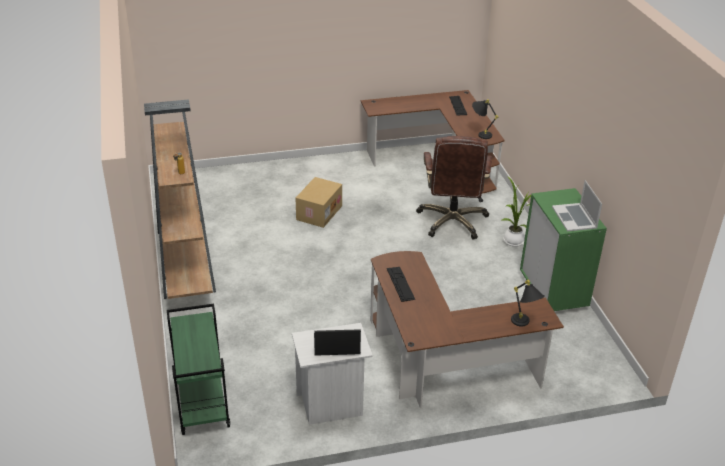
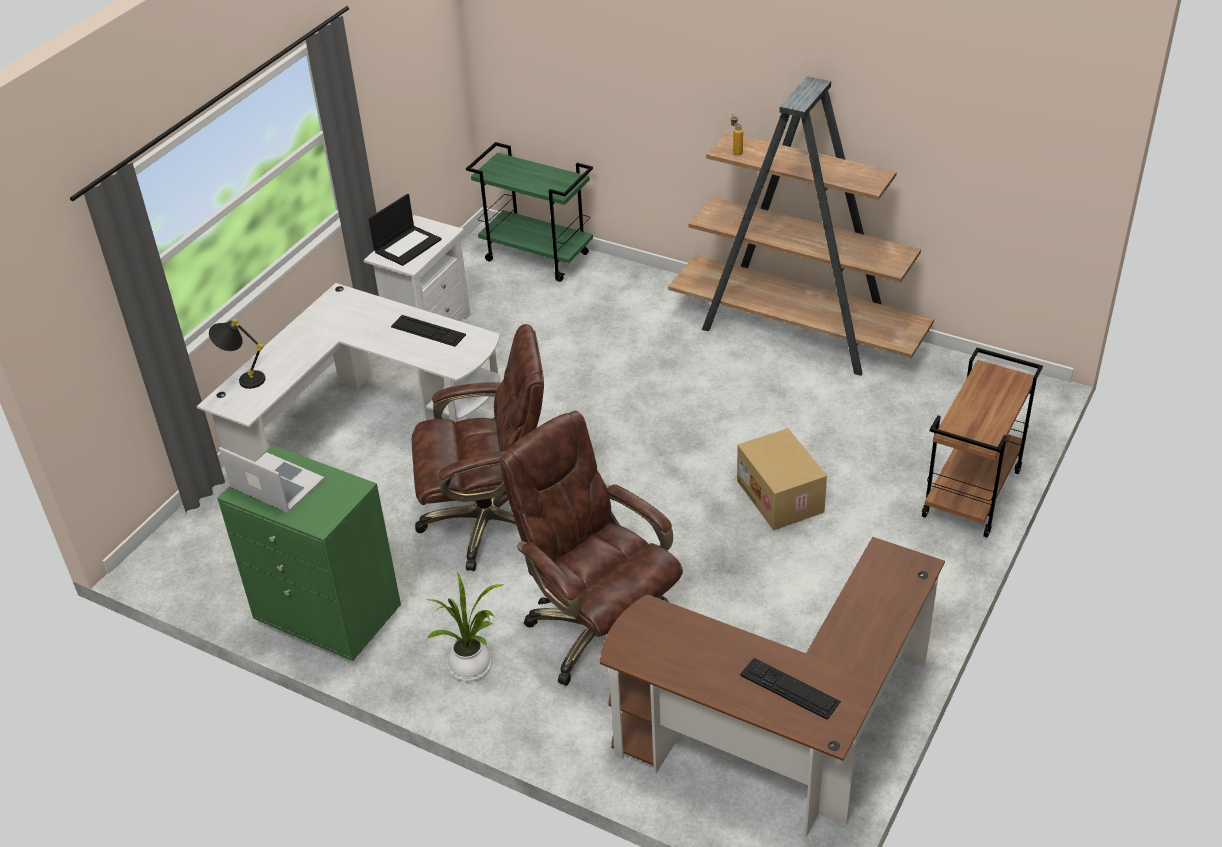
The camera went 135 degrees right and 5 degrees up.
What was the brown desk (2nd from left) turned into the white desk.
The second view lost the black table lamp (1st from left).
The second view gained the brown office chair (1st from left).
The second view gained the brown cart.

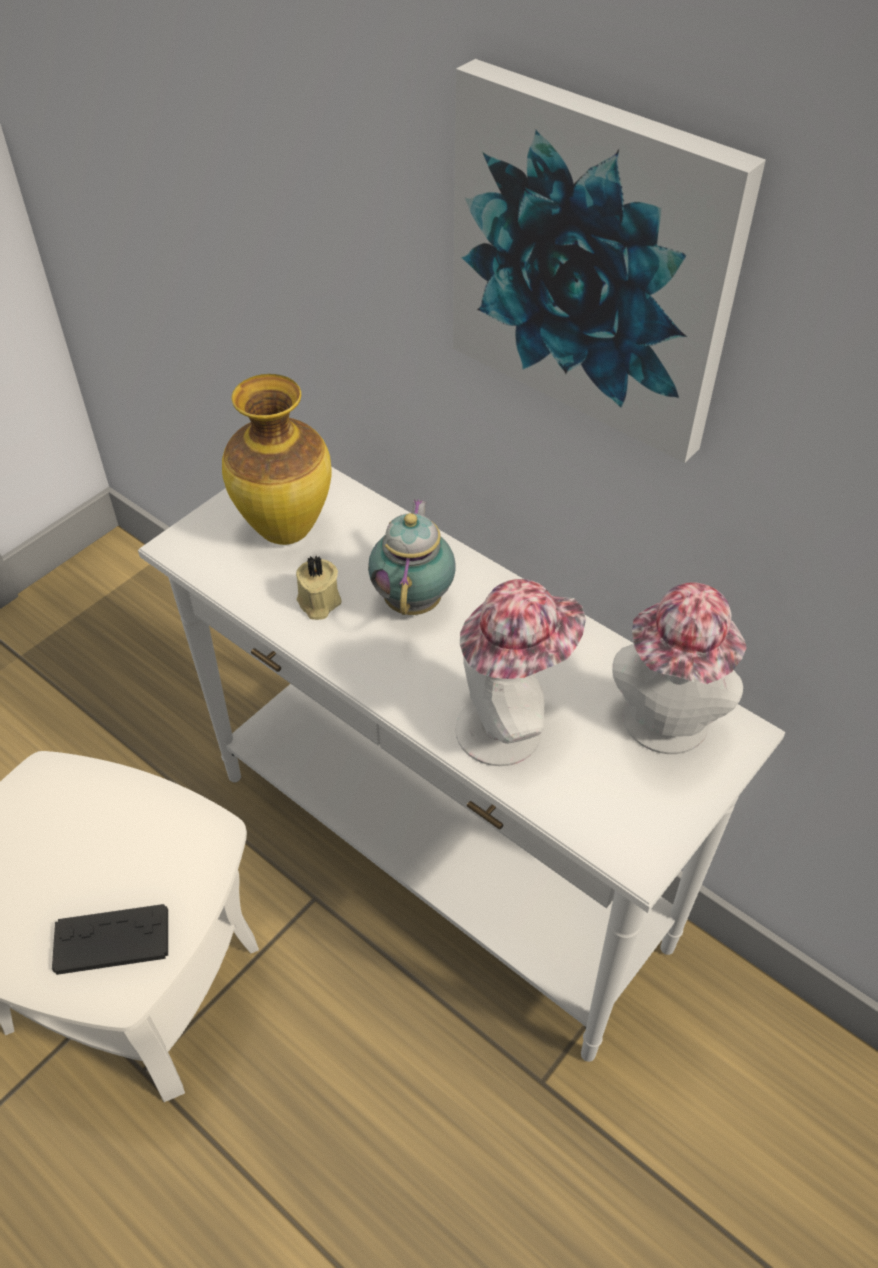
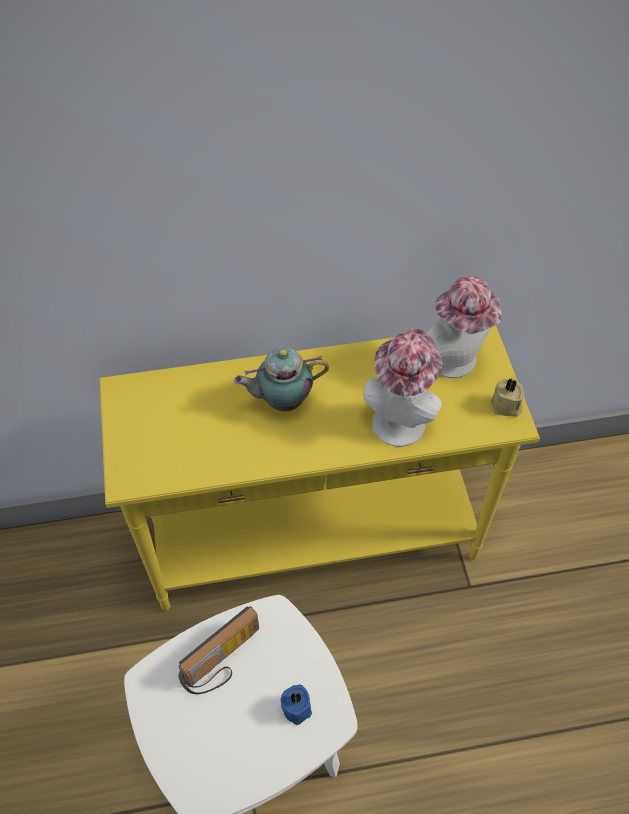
The camera went 50 degrees left and 5 degrees up.
Where the black game controller stood, the blue candle came to stand.
What was the white console table turned into the yellow console table.
The second view lost the vase.
The beige candle ended up elsewhere.
The teapot ended up facing another way, 60 degrees counterclockwise from before.
The second view lost the picture.
The second view gained the radio.

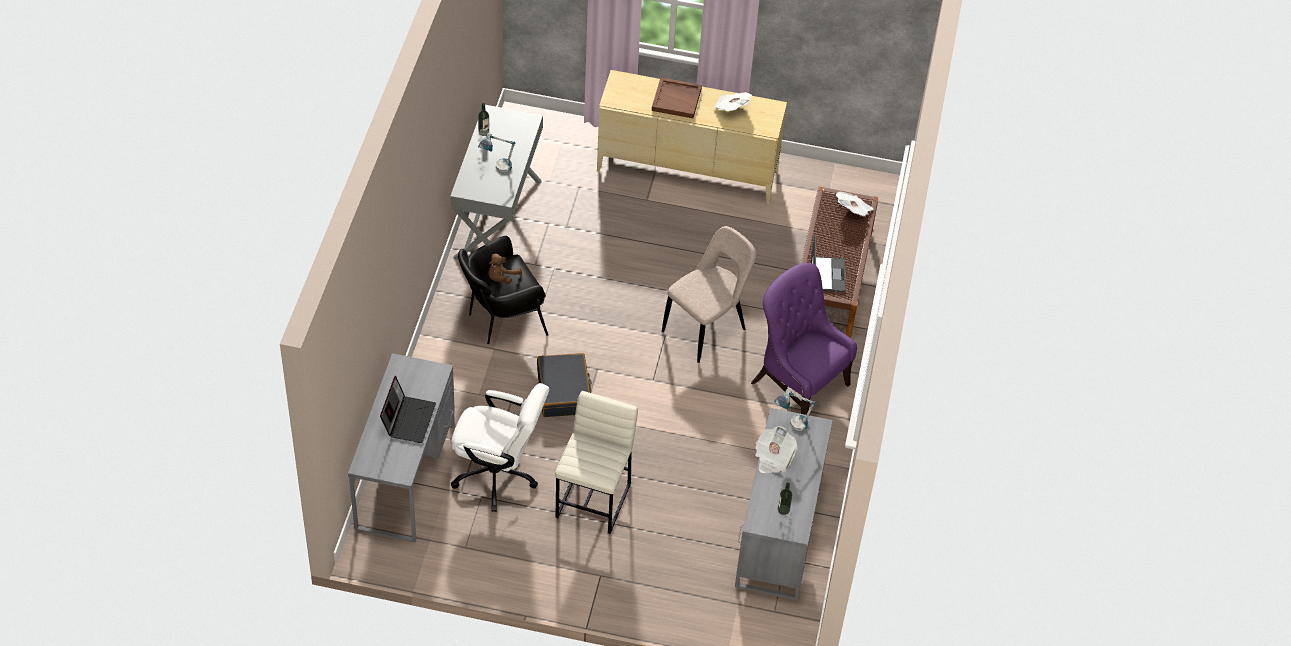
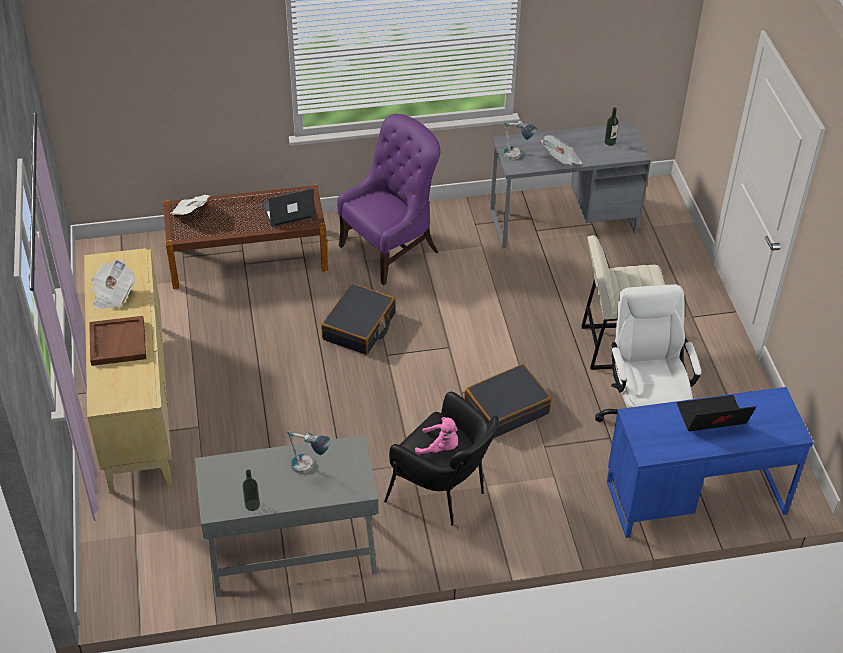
The camera went 110 degrees left and 5 degrees down.
What was the grey desk (1st from left) turned into the blue desk.
What was the brown plush toy turned into the pink plush toy.
Where the beige chair (2nd from left) stood, the black suitcase (1st from left) came to stand.
The purple chair ended up facing another way, 150 degrees counterclockwise from before.

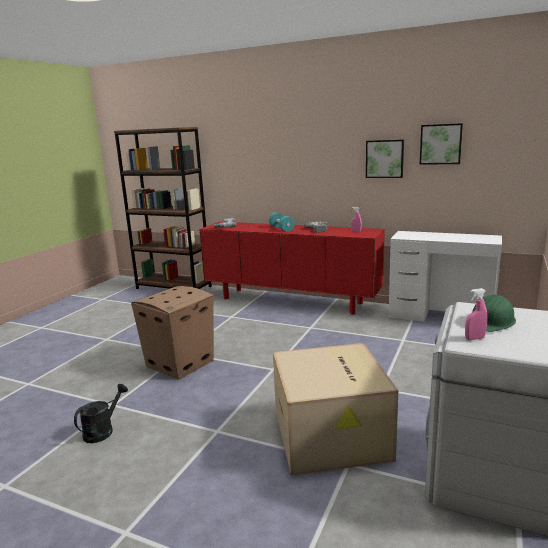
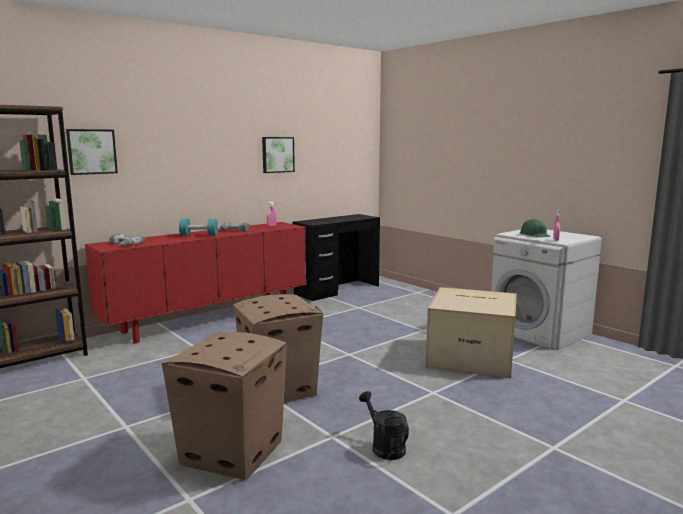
The camera went 65 degrees left and 5 degrees down.
What was the white desk turned into the black desk.
The picture (2nd from left in the first image) ended up elsewhere.
The second view gained the cardboard box (1st from left).

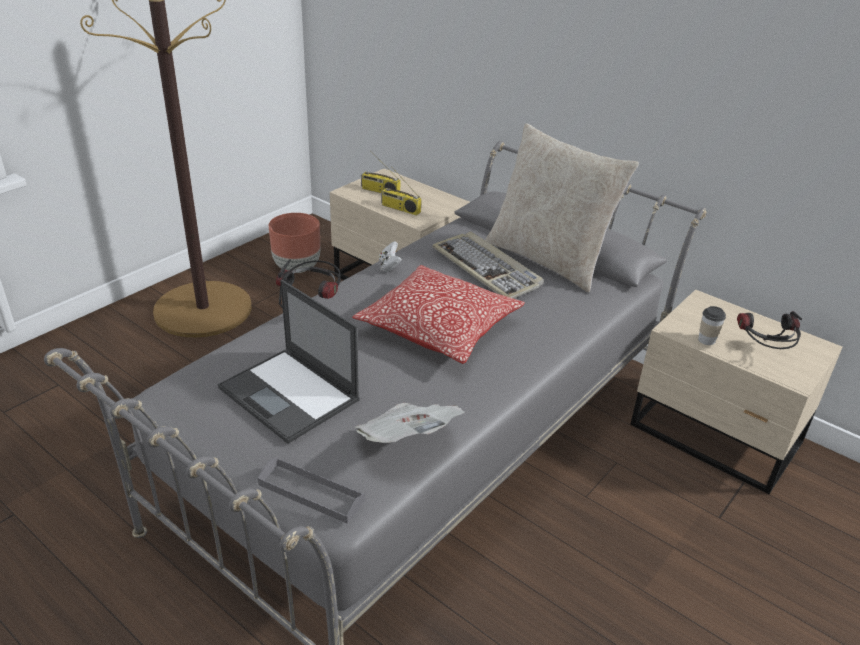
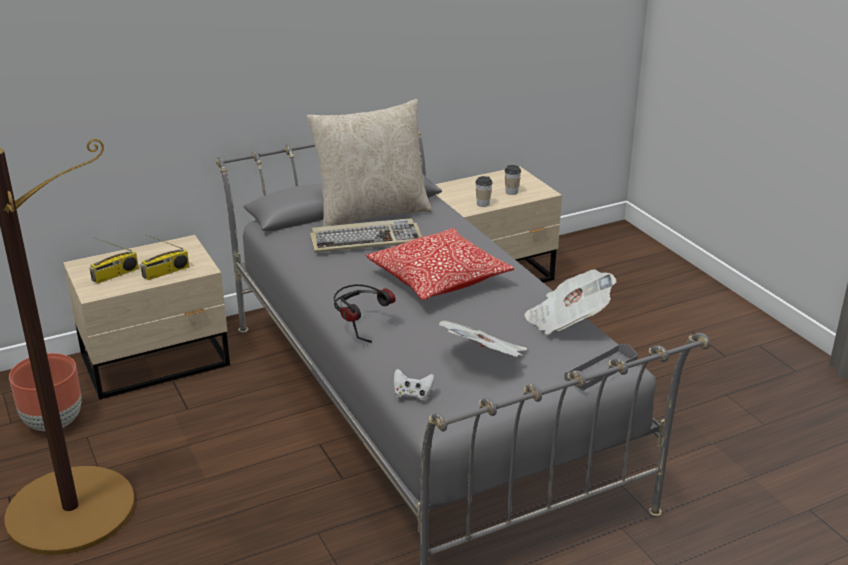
The camera went 65 degrees left and 5 degrees down.
Where the laptop stood, the newspaper (1st from left) came to stand.
The white game controller ended up elsewhere.
Where the headphones (2nd from left) stood, the cup (2nd from left) came to stand.

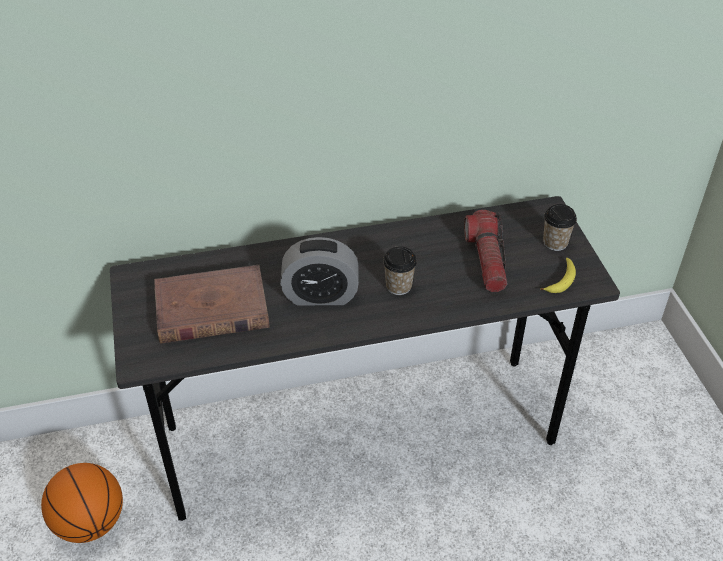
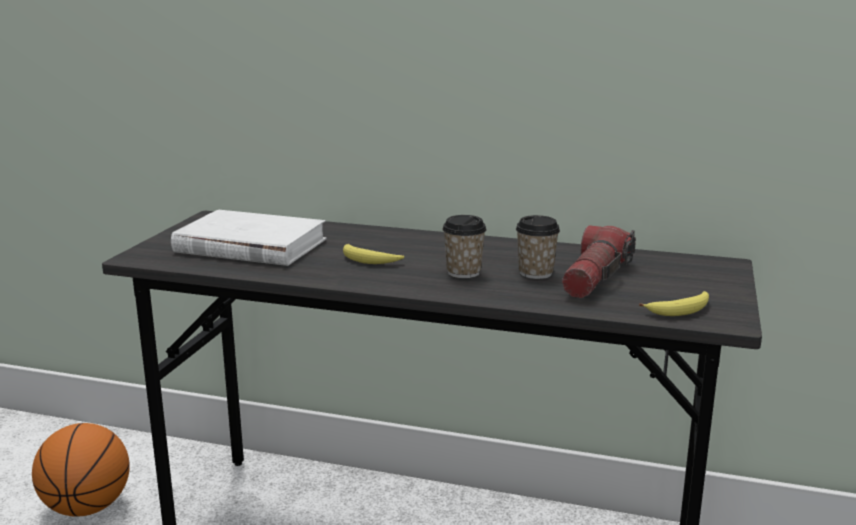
The camera went 30 degrees right and 25 degrees down.
What was the brown book turned into the white book.
Where the alarm clock stood, the banana (1st from left) came to stand.
The cup (2nd from left) ended up elsewhere.

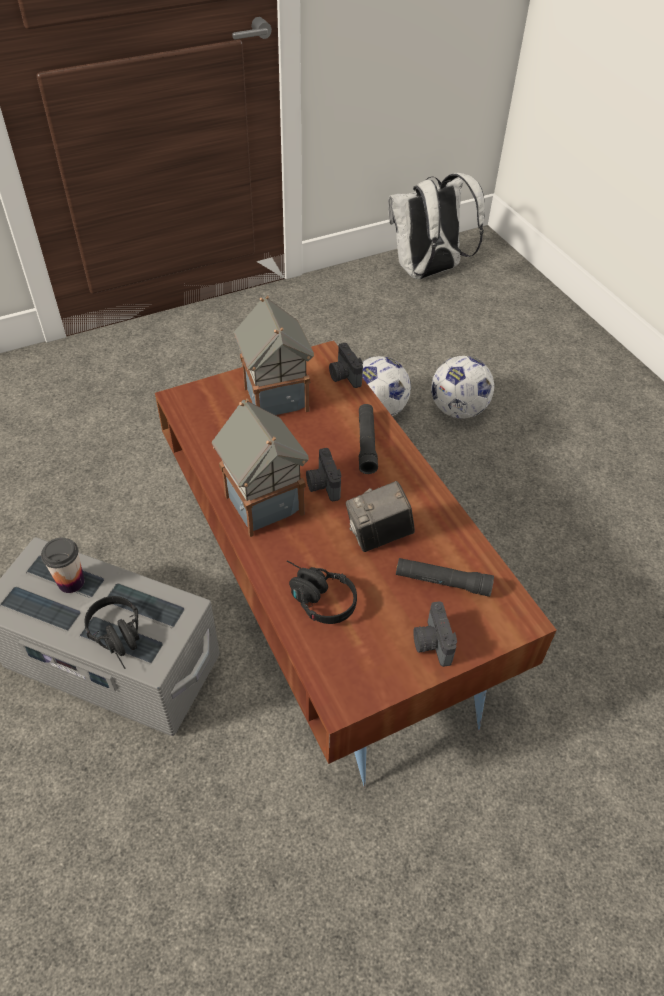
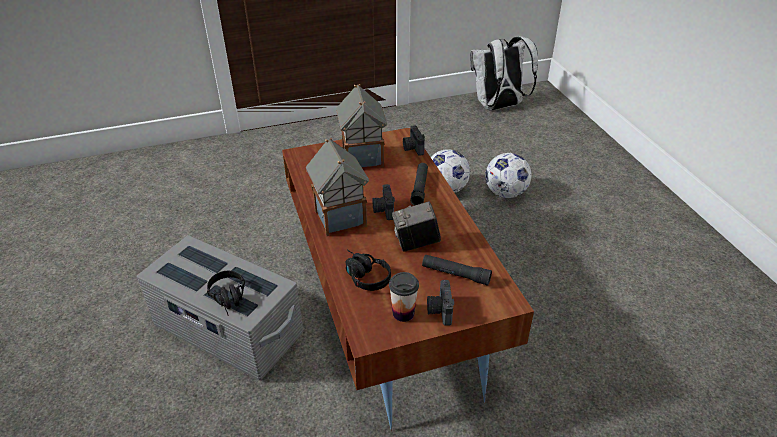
The camera went 10 degrees right and 10 degrees down.
The cup ended up elsewhere.

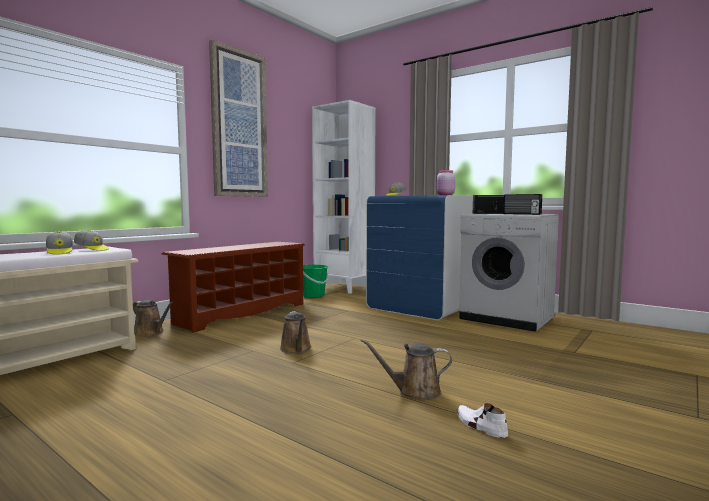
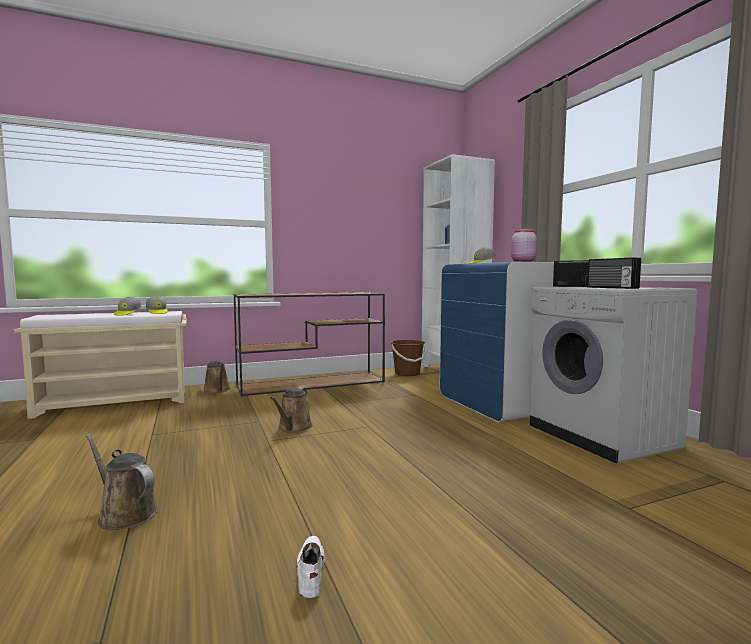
The camera went 30 degrees right and 0 degrees up.
Where the brown shoe rack stood, the brown console table came to stand.
The second view lost the picture.
What was the green bucket turned into the brown bucket.
The brown watering can (3rd from left in the first image) ended up elsewhere.

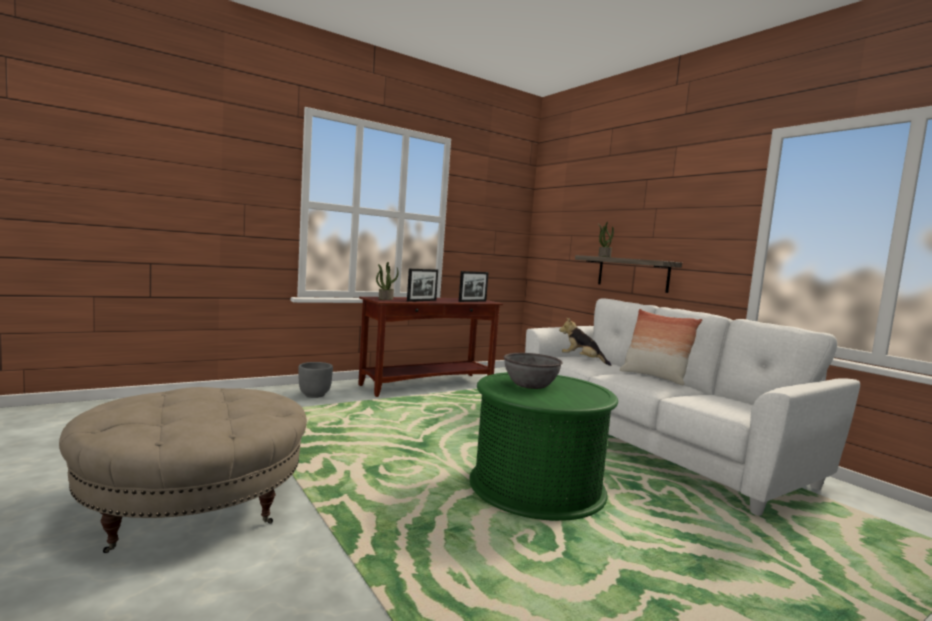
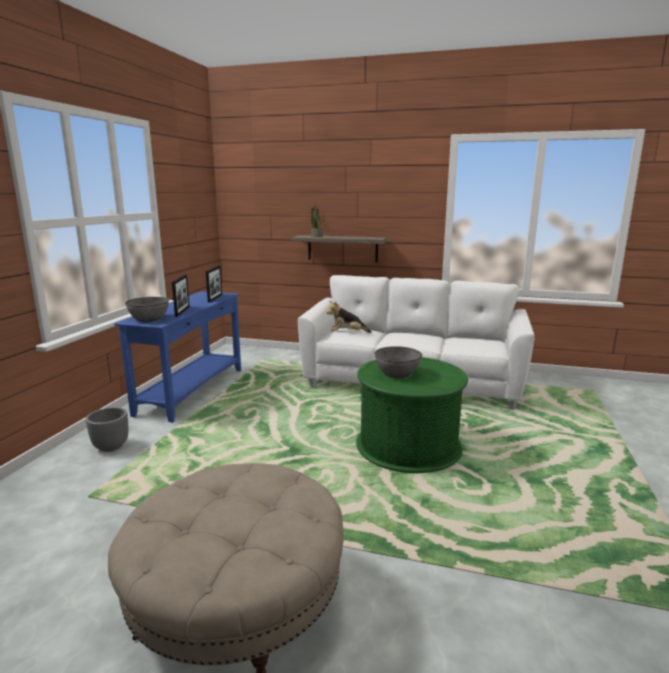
The camera went 40 degrees left and 10 degrees up.
What was the brown console table turned into the blue console table.
Where the potted plant (1st from left) stood, the grey bowl (1st from left) came to stand.
The second view lost the pillow.

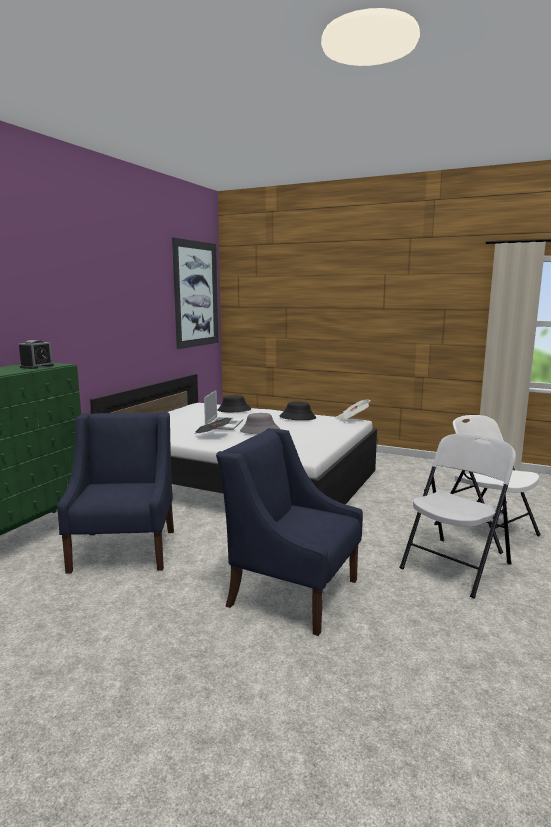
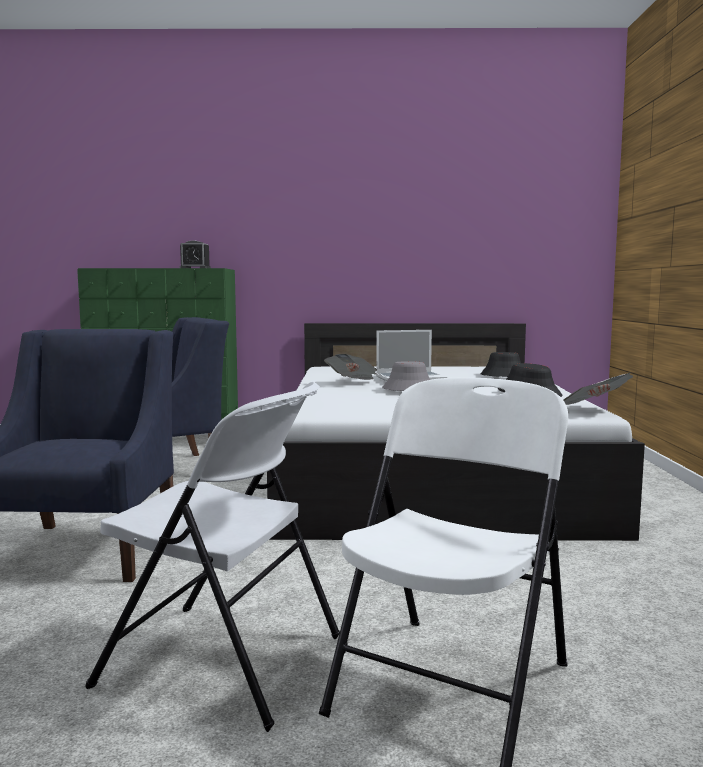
The camera went 65 degrees right and 5 degrees down.
The second view lost the picture.

